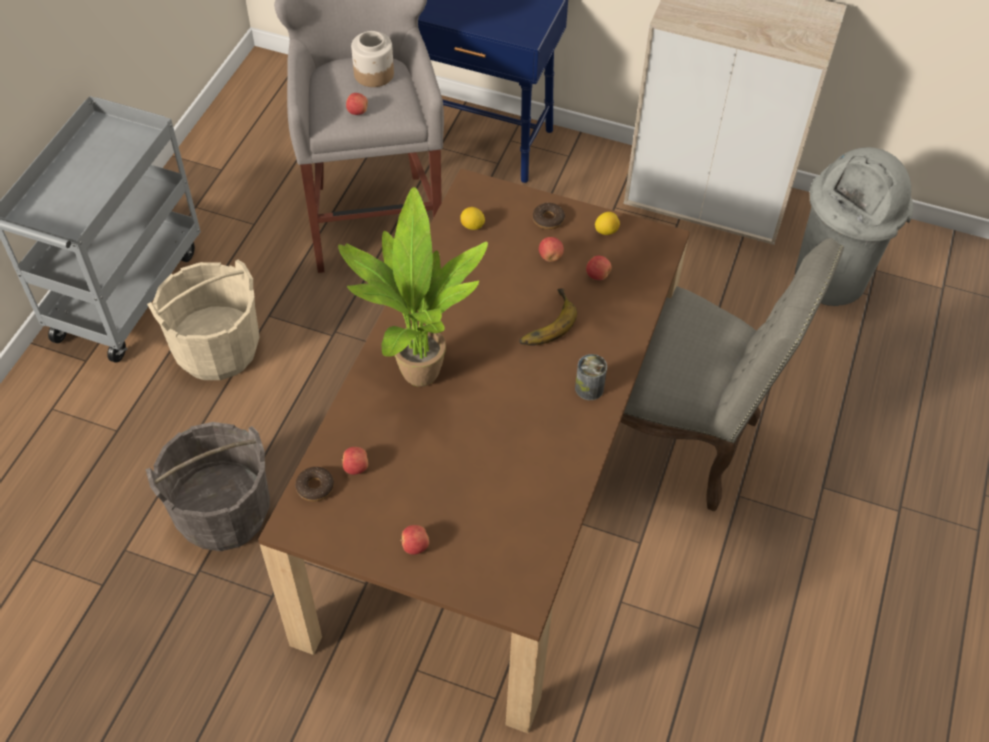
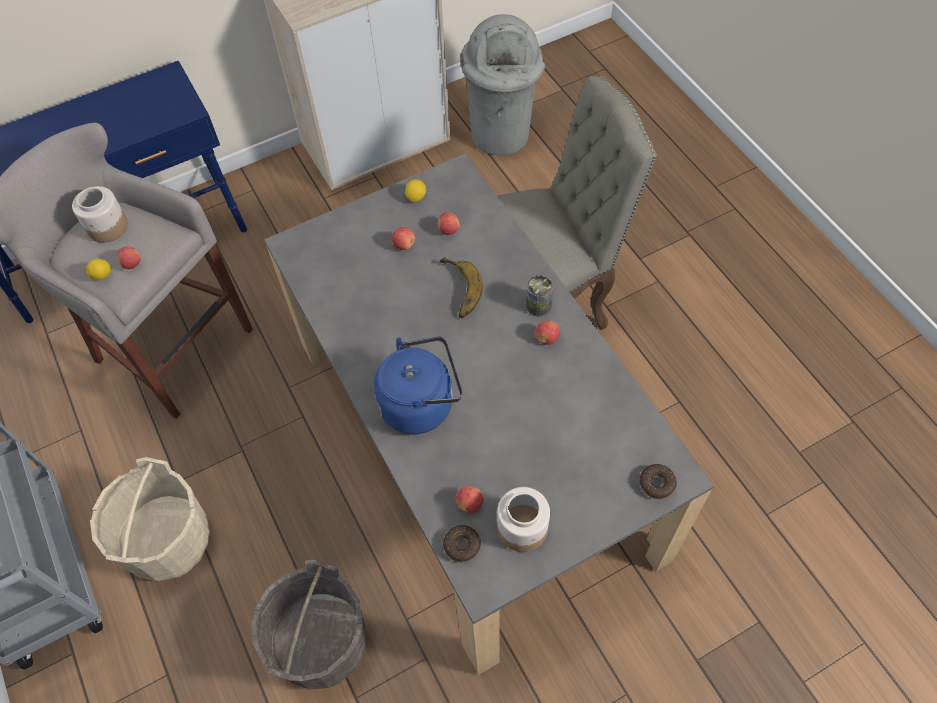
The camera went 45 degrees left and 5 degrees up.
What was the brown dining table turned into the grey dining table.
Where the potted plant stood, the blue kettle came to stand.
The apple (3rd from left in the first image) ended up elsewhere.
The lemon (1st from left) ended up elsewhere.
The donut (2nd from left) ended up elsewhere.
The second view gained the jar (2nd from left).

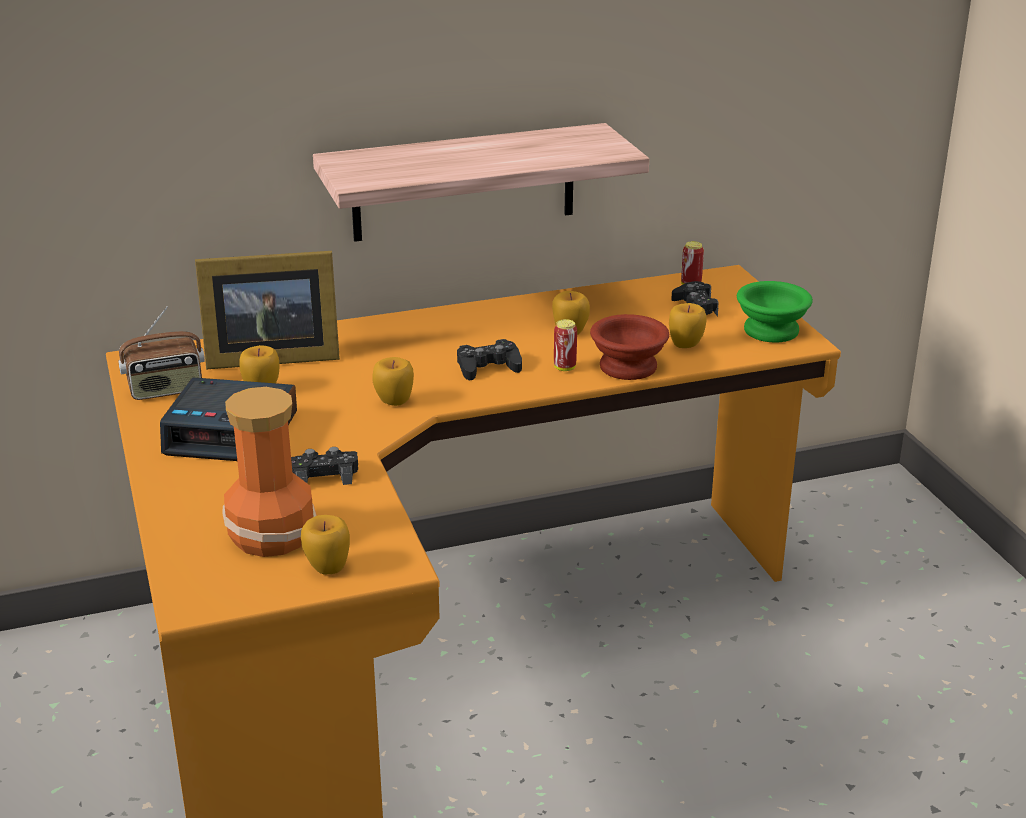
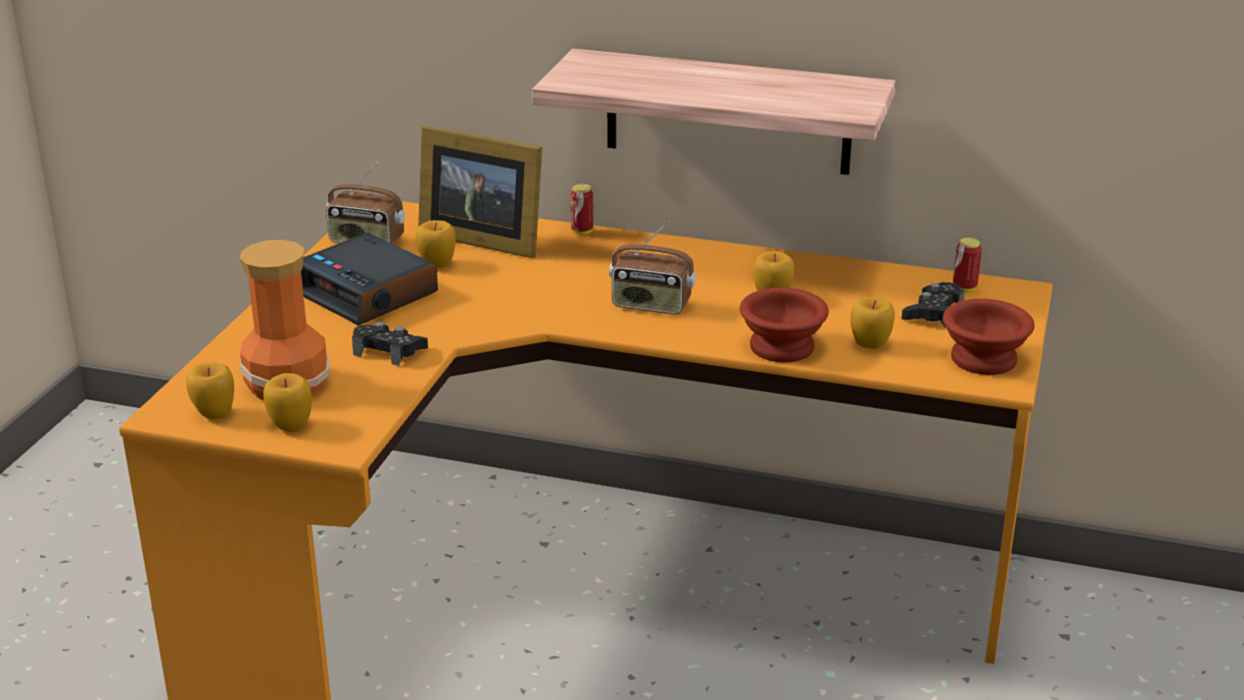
The camera went 35 degrees right and 0 degrees up.
The apple (3rd from left in the first image) ended up elsewhere.
Where the black game controller (2nd from left) stood, the radio (2nd from left) came to stand.
The can (1st from left) ended up elsewhere.
What was the green bowl turned into the brown bowl (2nd from left).

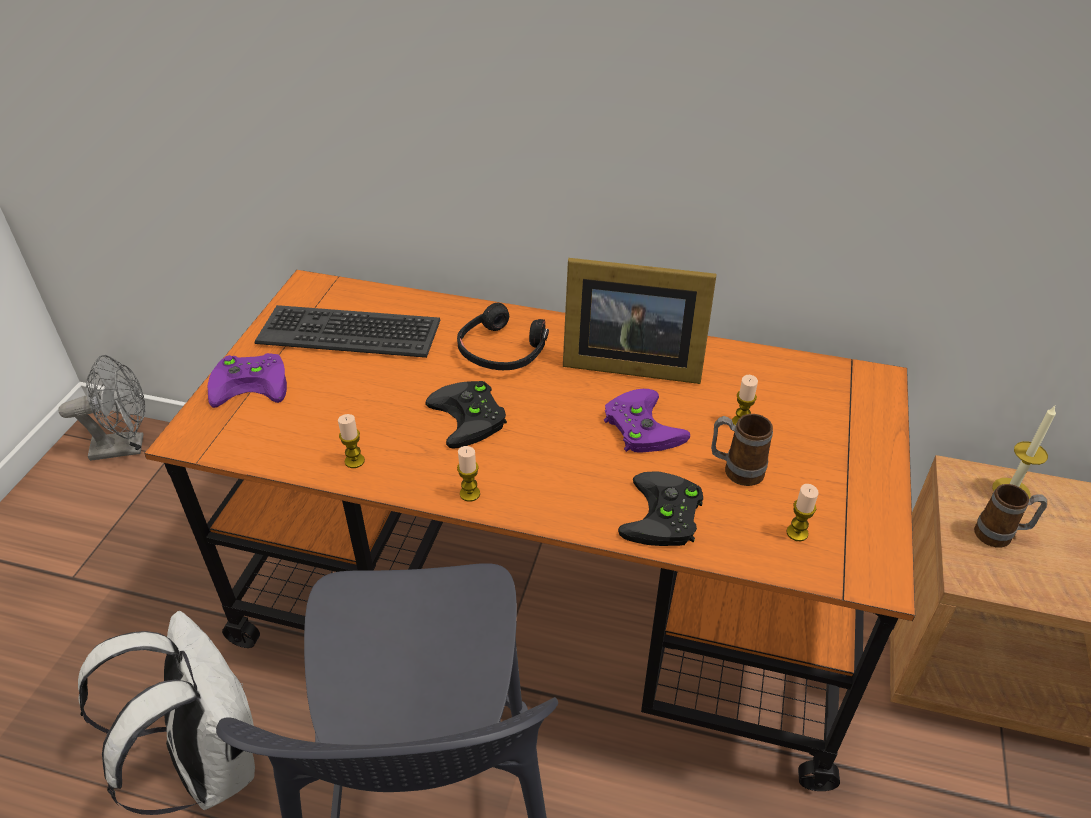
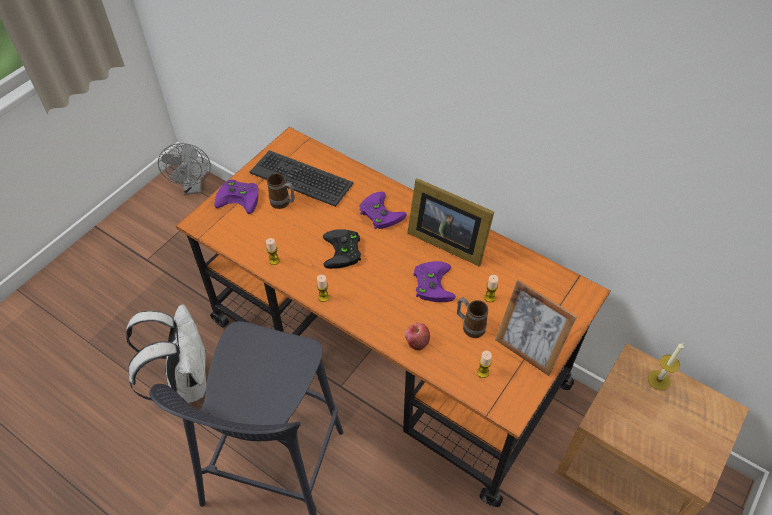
The camera went 20 degrees right and 10 degrees up.
The grey fan ended up facing another way, 75 degrees clockwise from before.
Where the black headphones stood, the purple game controller (2nd from left) came to stand.
Where the black game controller (2nd from left) stood, the apple came to stand.
The mug (2nd from left in the first image) ended up elsewhere.
The second view gained the picture frame (2nd from left).

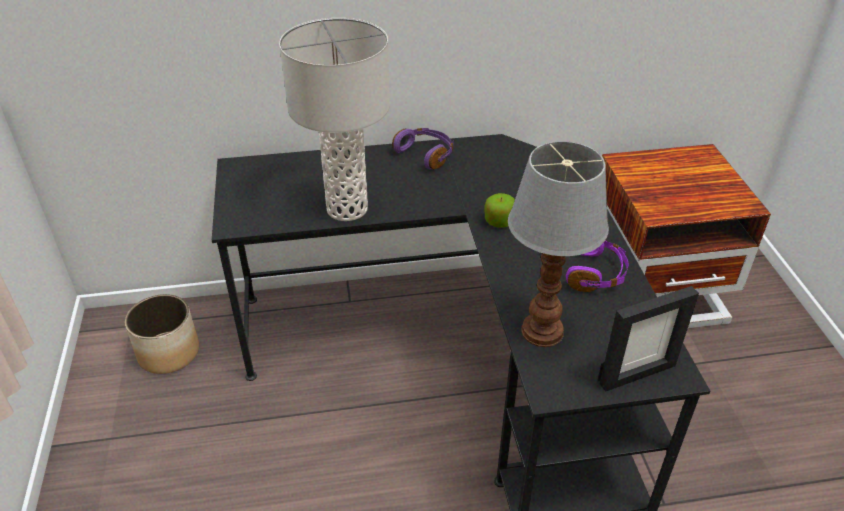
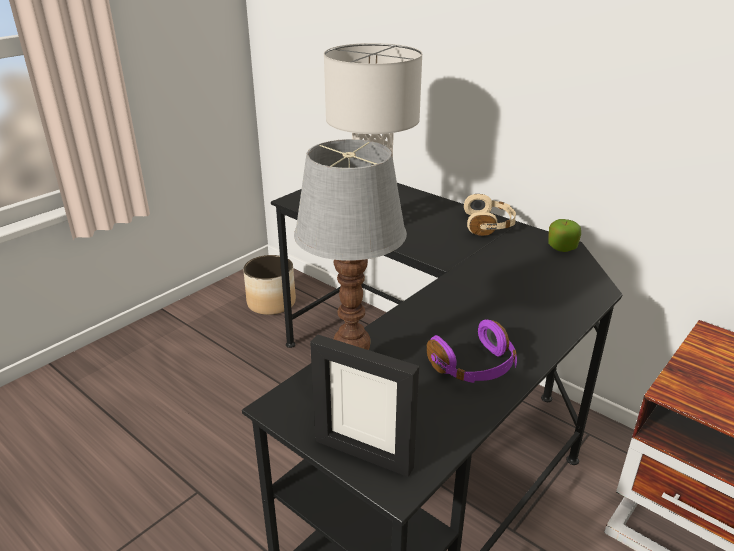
The camera went 50 degrees right and 10 degrees down.
What was the purple headphones (1st from left) turned into the beige headphones.
The apple ended up elsewhere.

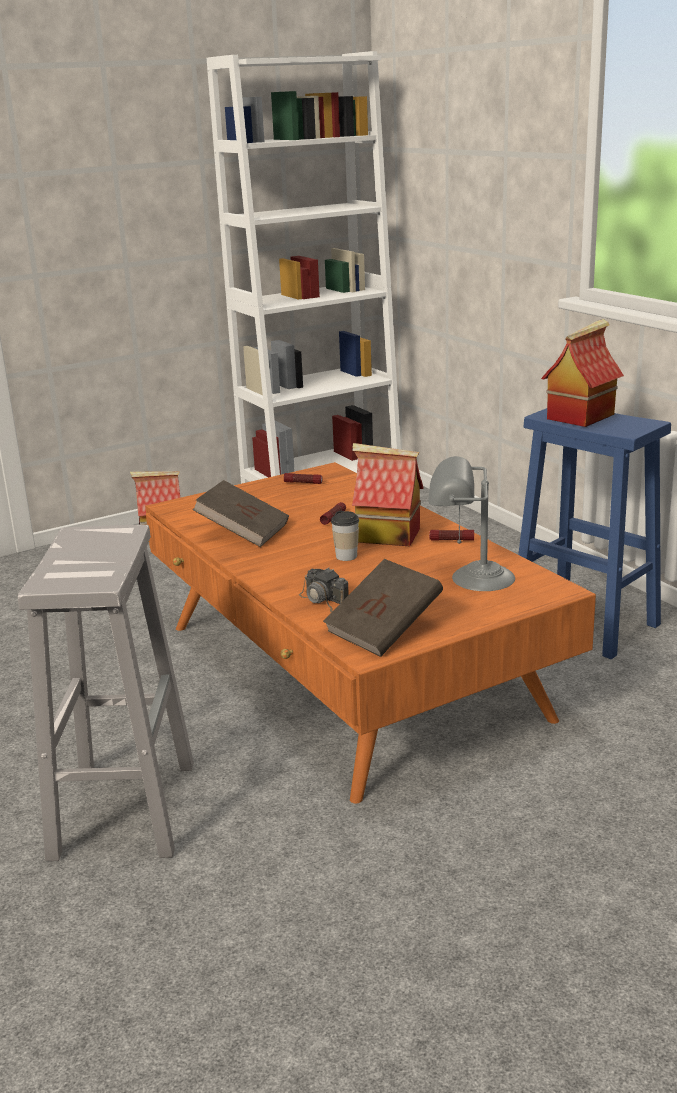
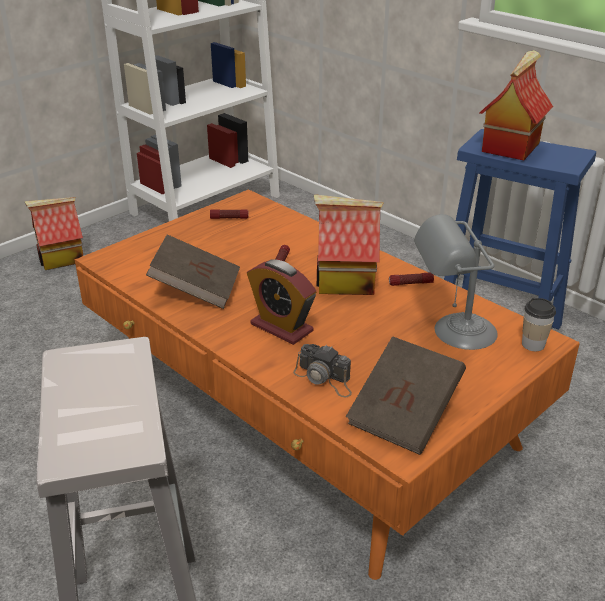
The camera went 15 degrees left and 10 degrees up.
The cup ended up elsewhere.
The second view gained the alarm clock.

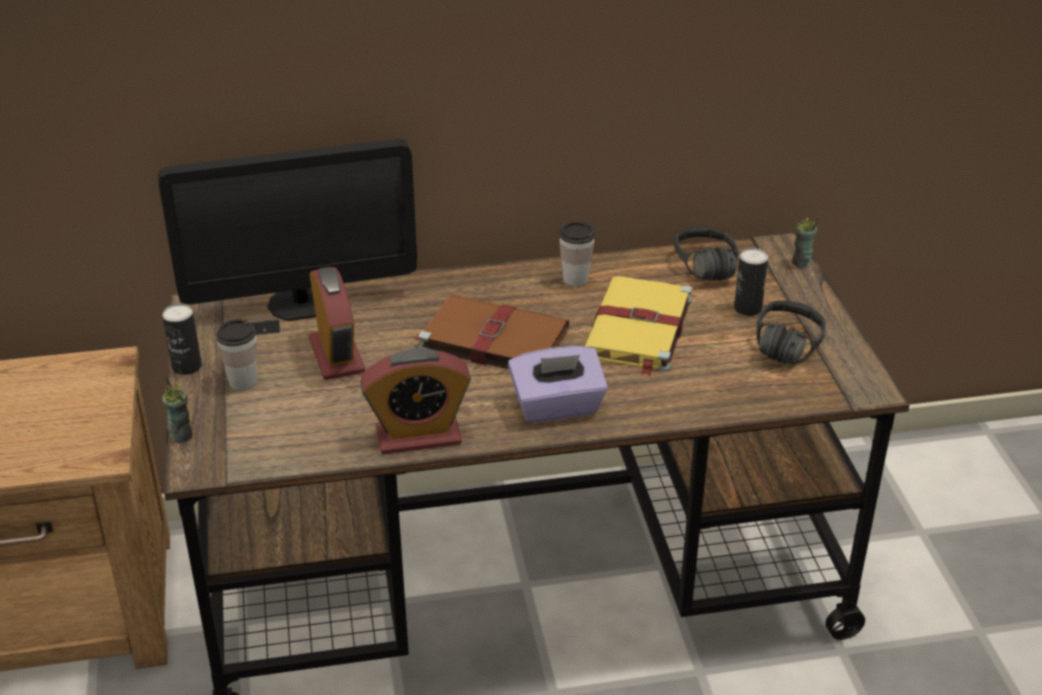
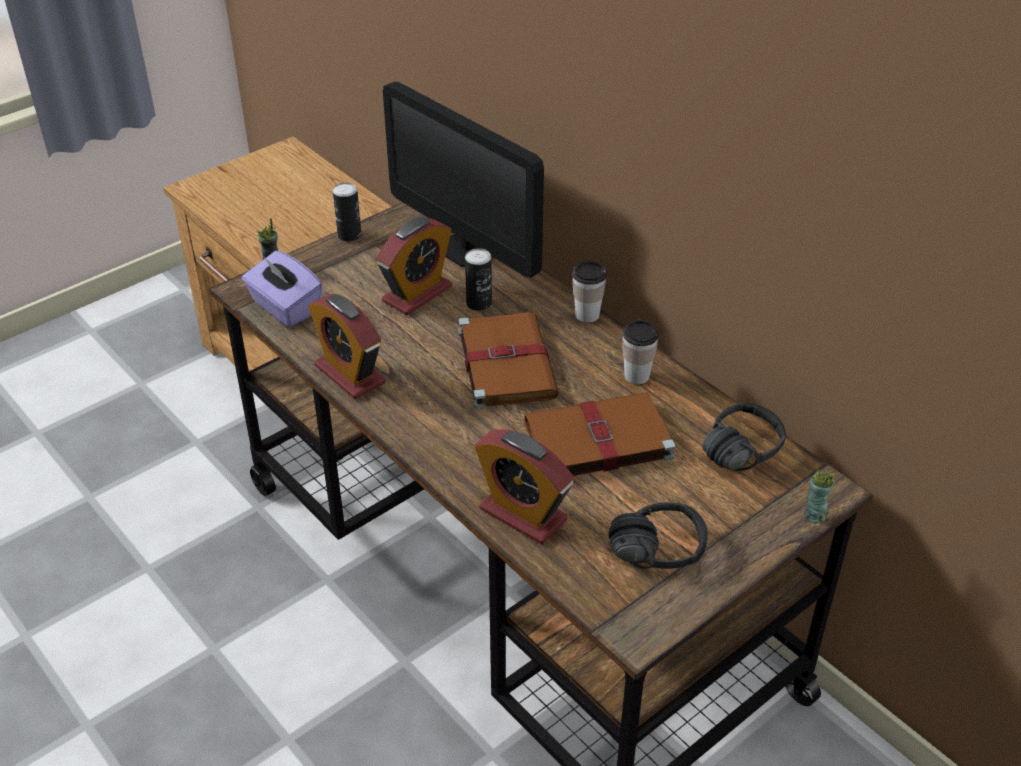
The camera went 60 degrees right and 5 degrees up.
The cup (2nd from left) ended up elsewhere.
The purple tissue box ended up elsewhere.
What was the yellow book turned into the brown book (2nd from left).
The can (2nd from left) ended up elsewhere.
The second view gained the alarm clock (3rd from left).

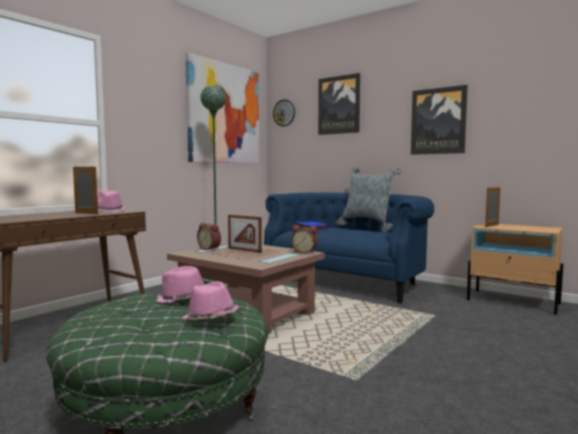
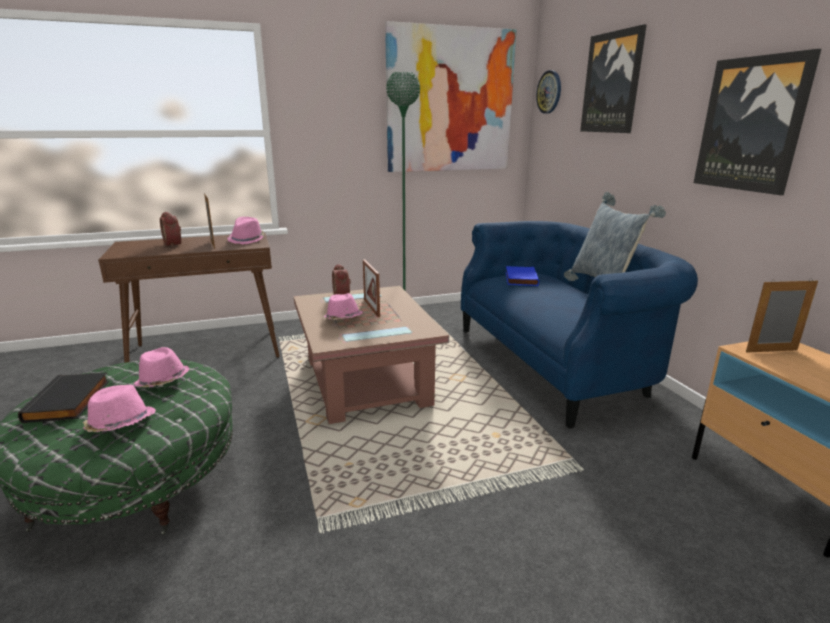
The camera went 35 degrees right and 15 degrees up.
The alarm clock (2nd from left in the first image) ended up elsewhere.
The second view gained the black book.
The second view gained the pink hat (4th from left).

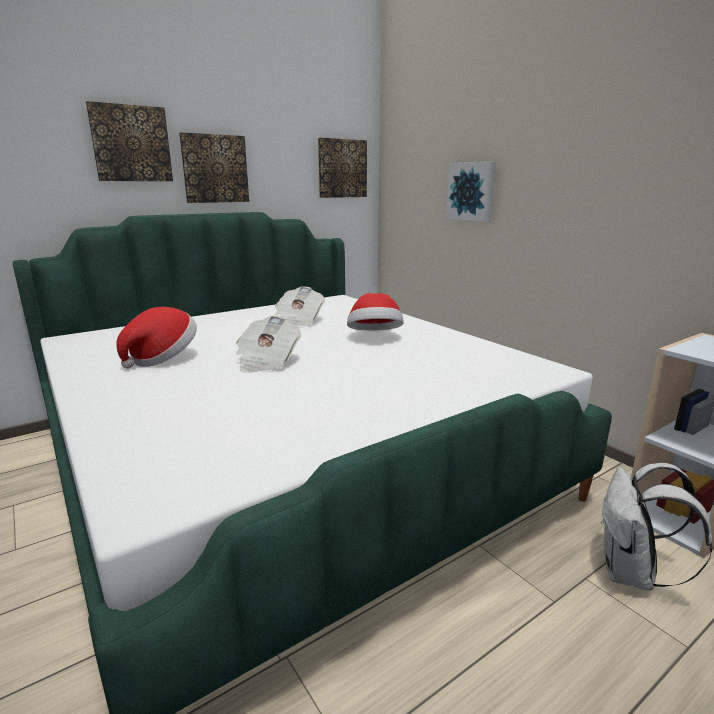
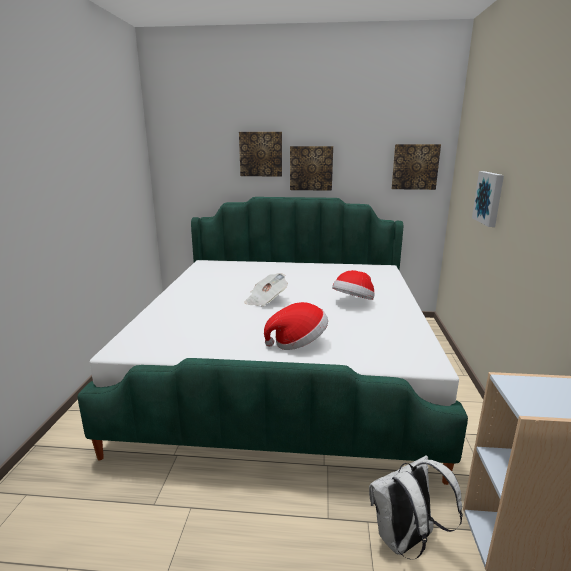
The camera went 40 degrees right and 0 degrees up.
The hat (1st from left) ended up elsewhere.
The second view lost the newspaper (2nd from left).

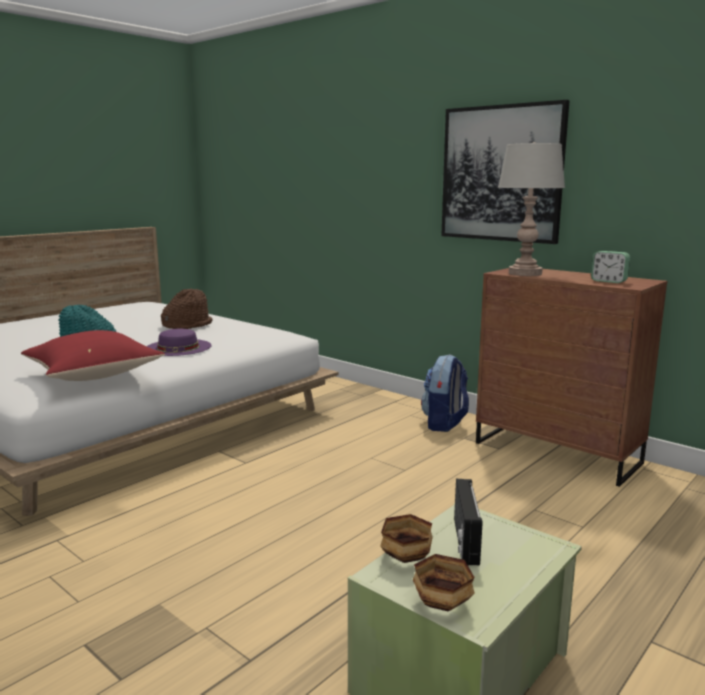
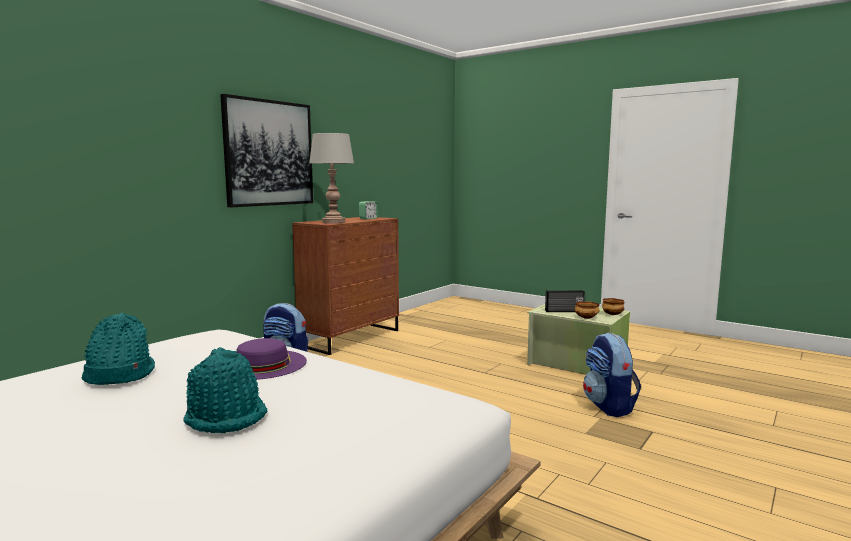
The camera went 95 degrees left and 5 degrees down.
The second view lost the red pillow.
What was the brown hat turned into the turquoise hat (1st from left).
The second view gained the backpack (2nd from left).

